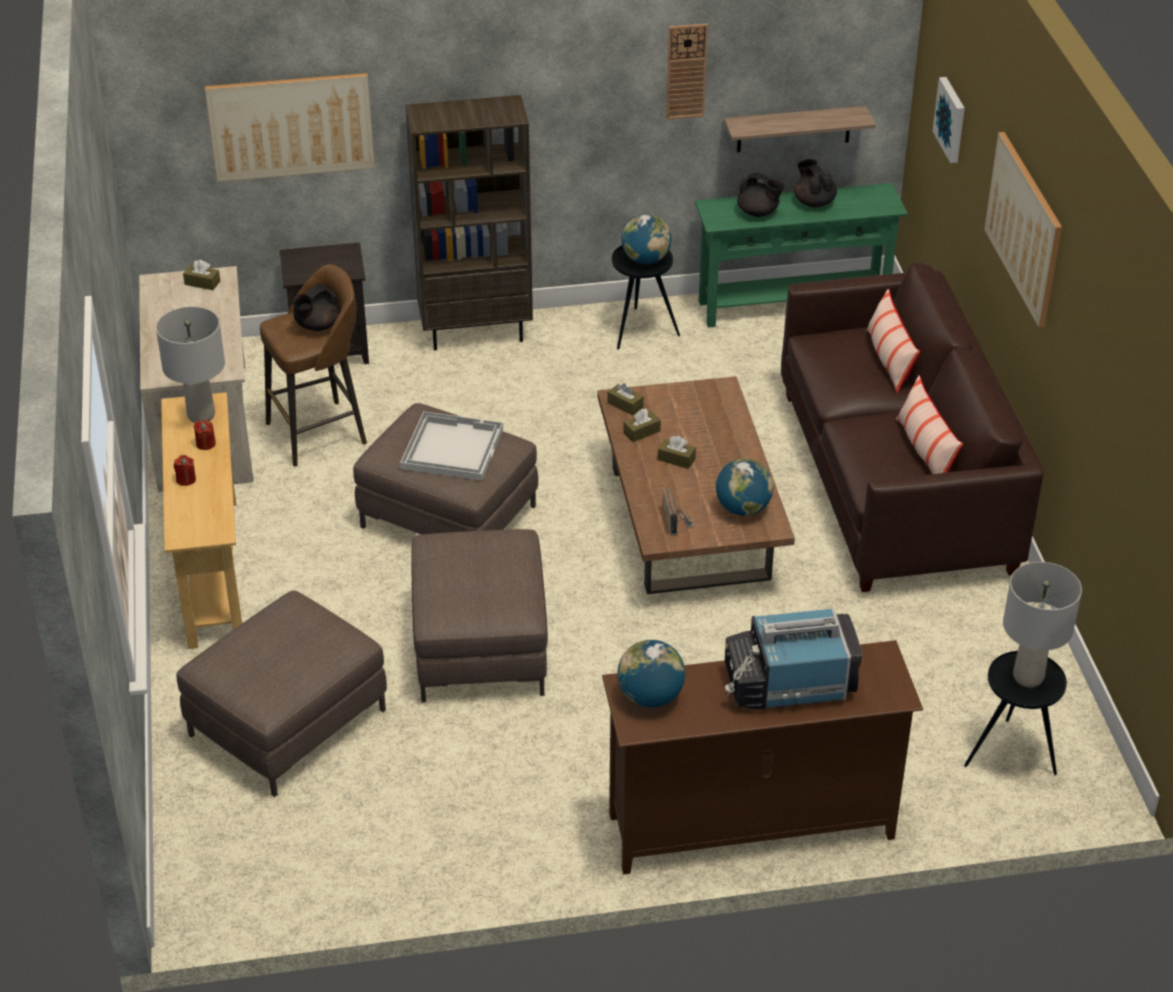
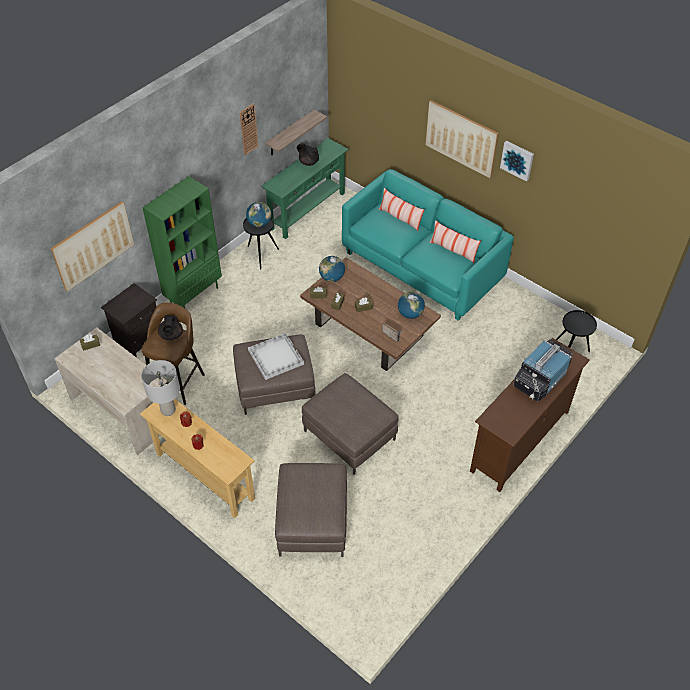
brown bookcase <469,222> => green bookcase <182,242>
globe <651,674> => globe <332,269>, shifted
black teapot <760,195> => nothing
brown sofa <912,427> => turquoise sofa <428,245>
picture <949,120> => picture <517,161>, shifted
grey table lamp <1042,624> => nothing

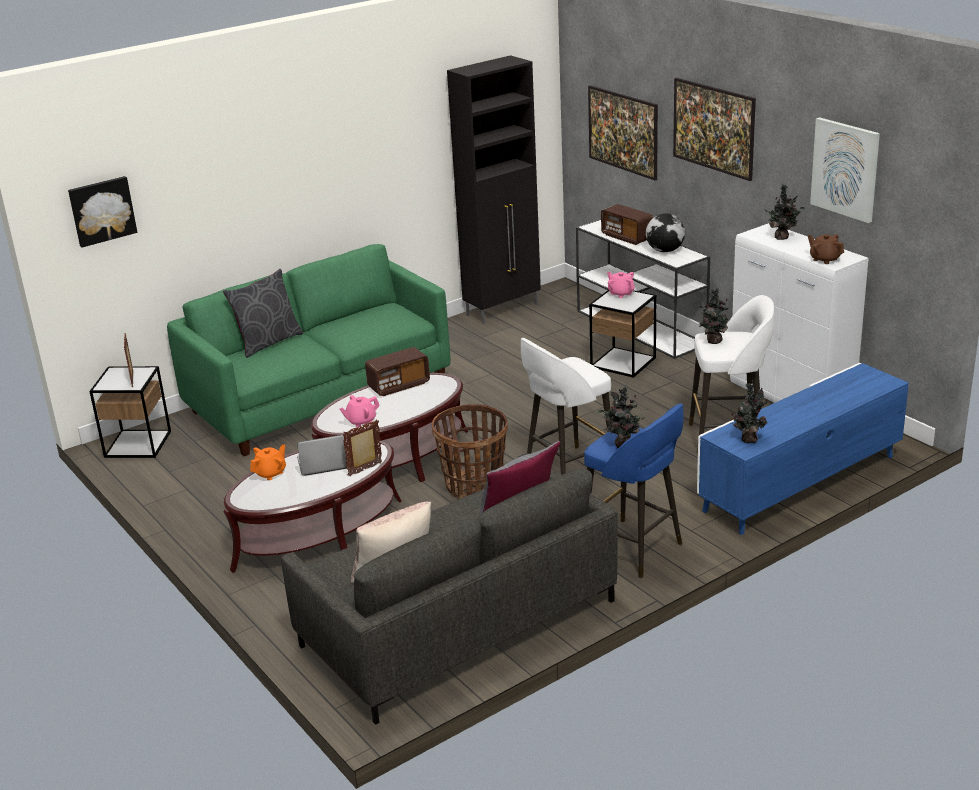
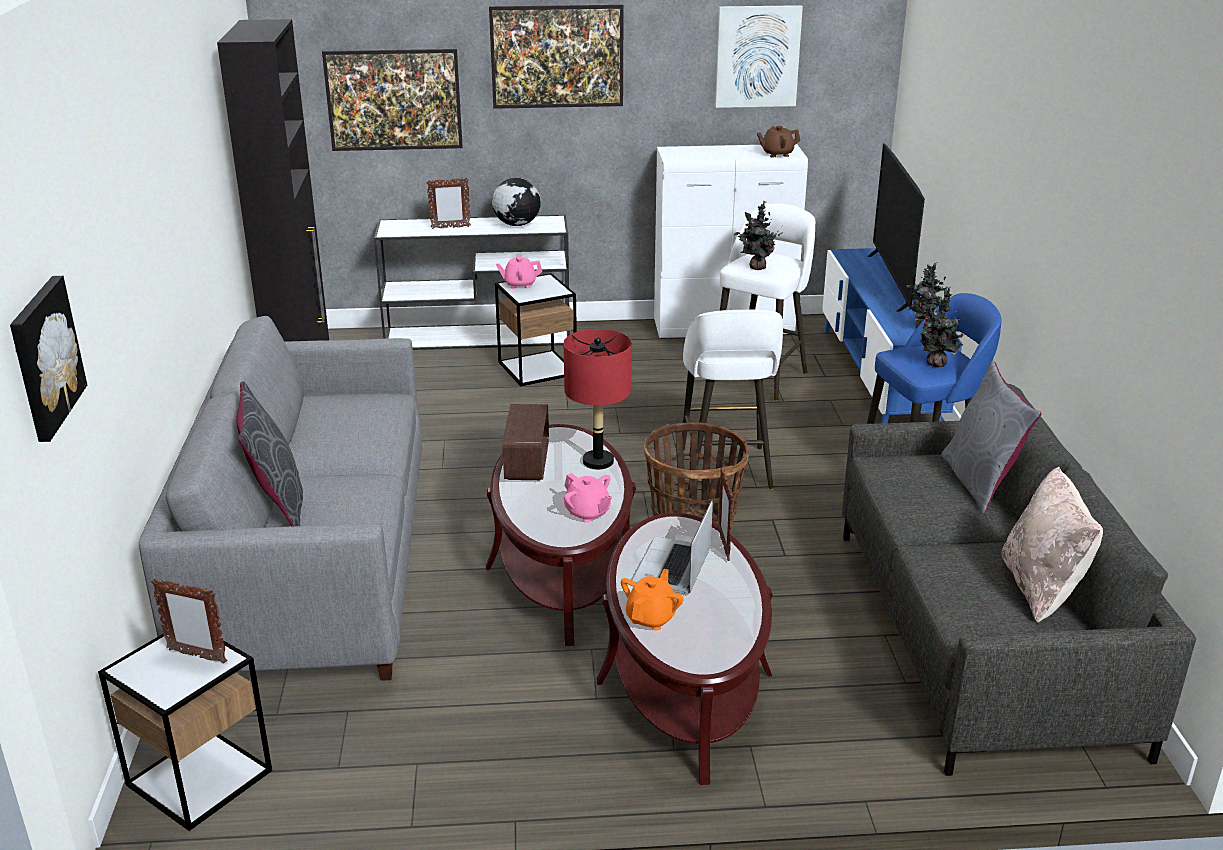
green sofa <308,350> => grey sofa <280,498>
orange teapot <268,462> => orange teapot <652,600>, 45 degrees clockwise
pink teapot <360,411> => pink teapot <588,498>, 45 degrees counterclockwise
radio <627,224> => picture frame <448,203>
potted plant <784,212> => nothing
nothing => red table lamp <598,399>
nothing => television <896,227>

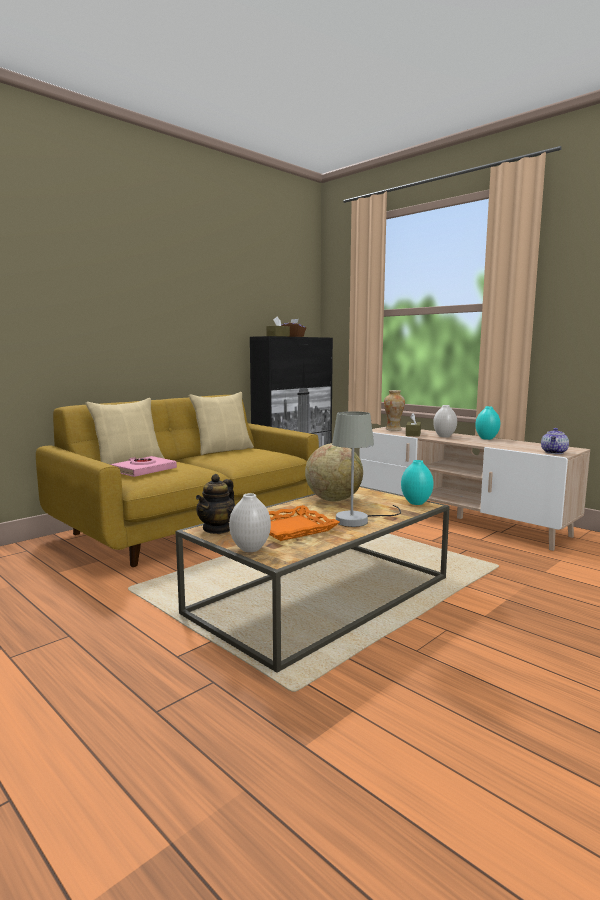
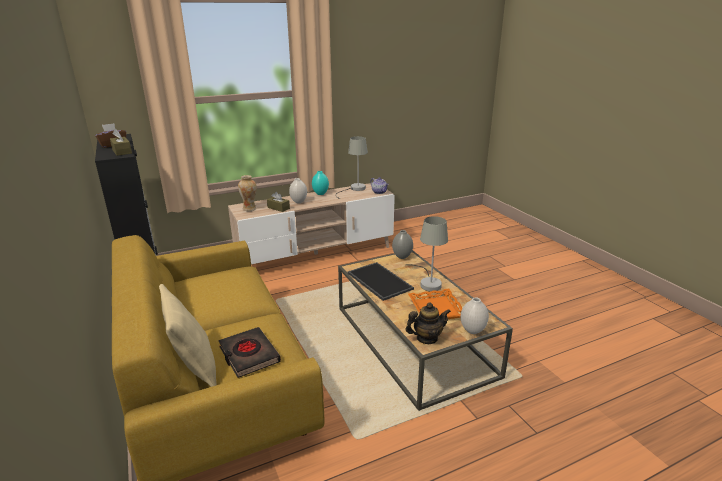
pink book <143,466> => black book <249,352>
beige pillow <221,423> => nothing
teapot <215,504> => teapot <428,323>, 60 degrees counterclockwise
globe <334,472> => tray <380,281>
turquoise vase <417,482> => grey vase <402,244>
nothing => grey table lamp <352,167>

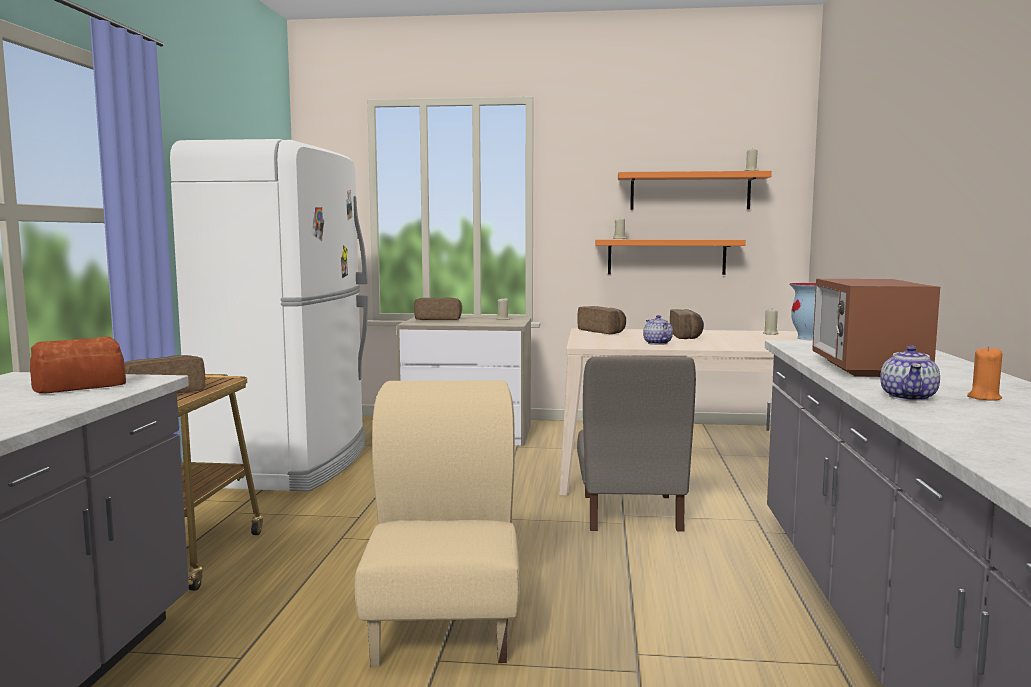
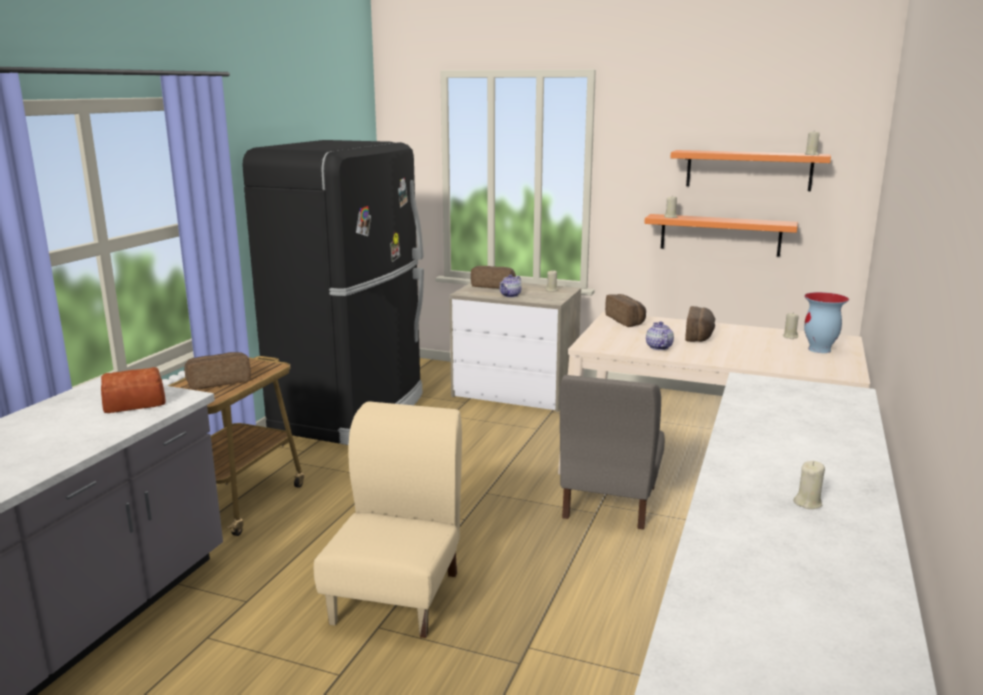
white fridge <269,315> => black fridge <333,292>
microwave <876,328> => nothing
teapot <910,373> => teapot <511,285>, shifted
orange candle <984,373> => beige candle <809,485>

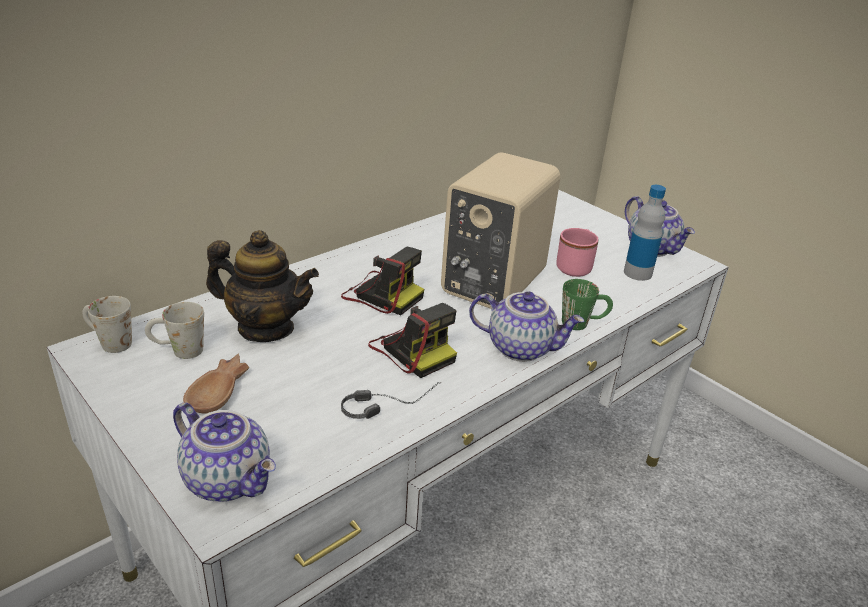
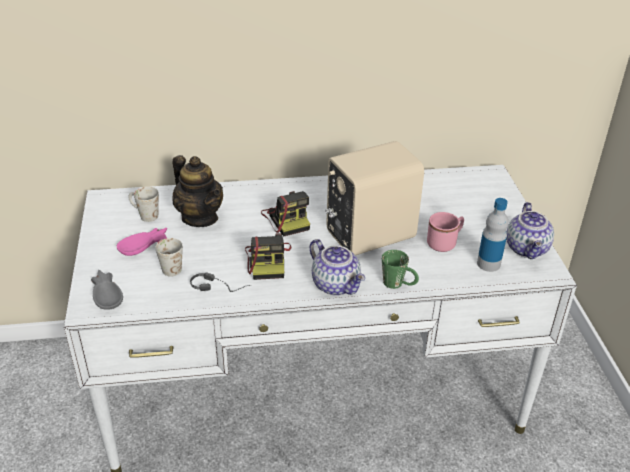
white mug <107,324> => white mug <169,257>, shifted
teapot <224,452> => grey bowl <107,290>
brown bowl <216,384> => pink bowl <142,242>

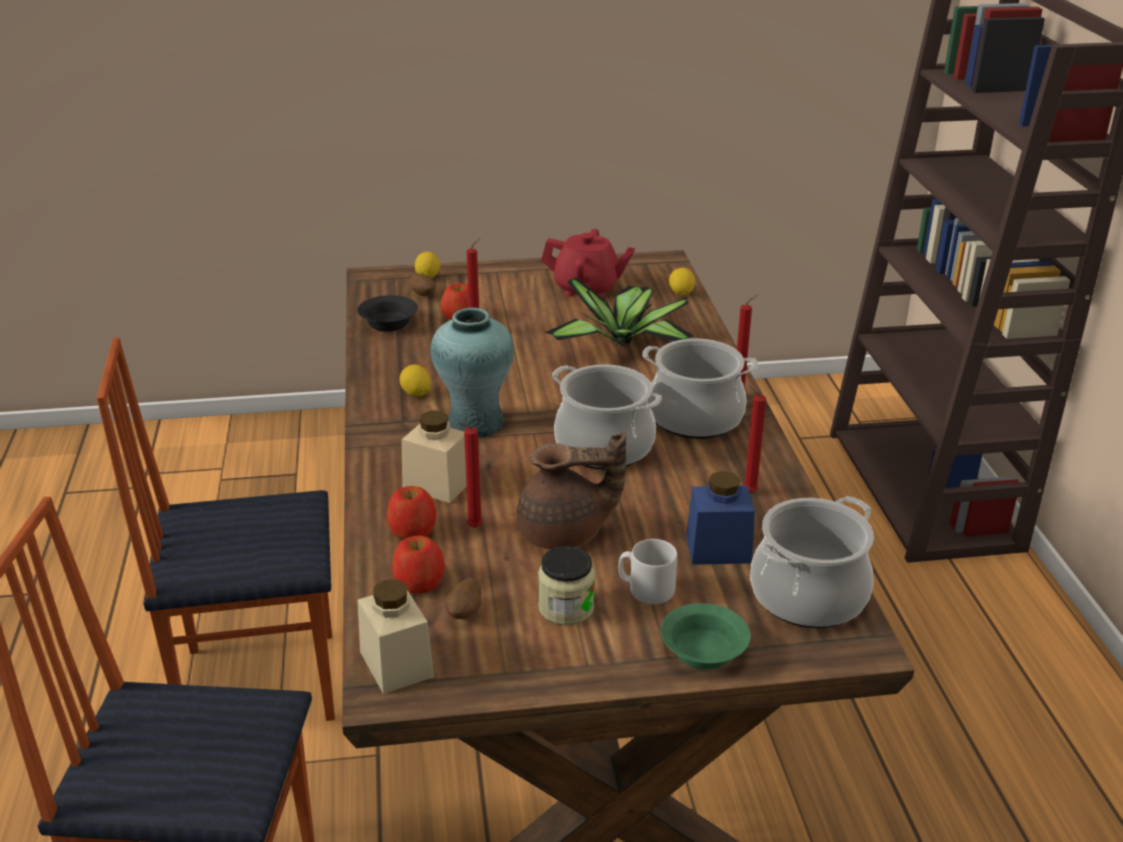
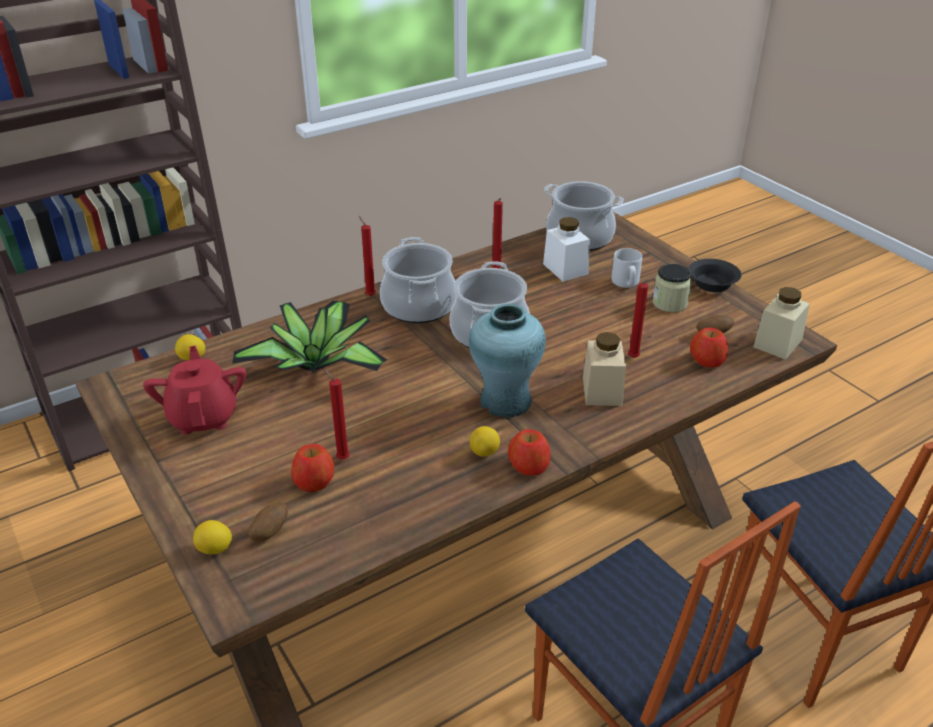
black bowl <387,313> => black bowl <714,275>, shifted
apple <412,513> => apple <529,452>, shifted
brown teapot <571,490> => nothing
green bowl <706,636> => nothing
blue jar <720,518> => white jar <566,249>

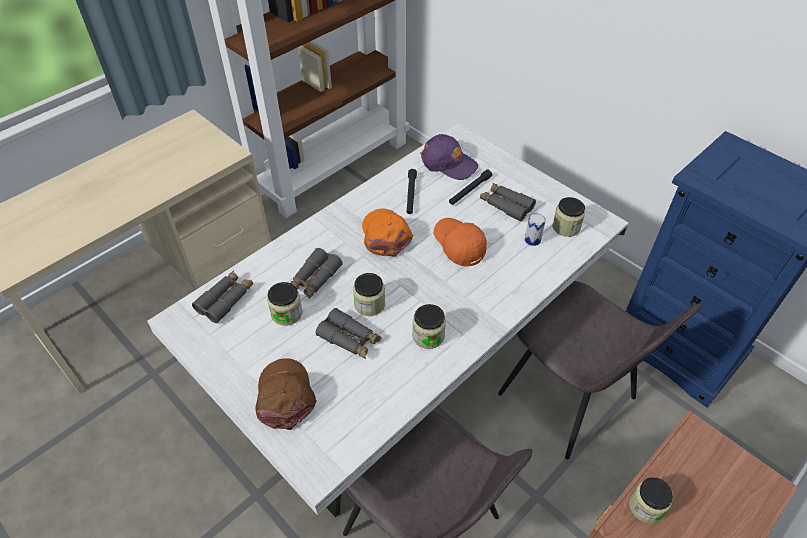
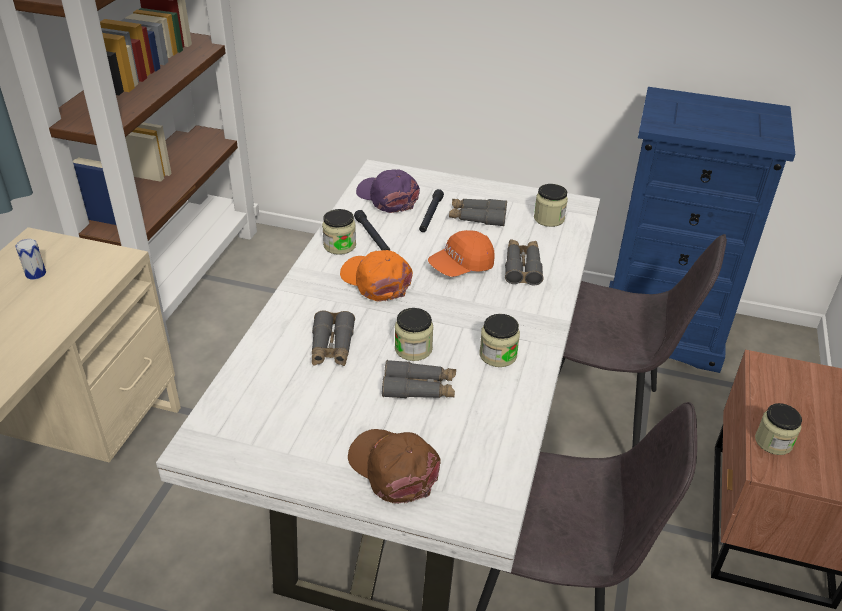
grey binoculars <222,296> => grey binoculars <524,262>, shifted
jar <285,304> => jar <339,232>, shifted
purple cap <449,157> => purple cap <388,191>, 135 degrees counterclockwise
orange cap <460,242> => orange cap <461,253>, 60 degrees counterclockwise
can <535,229> => can <30,259>, shifted

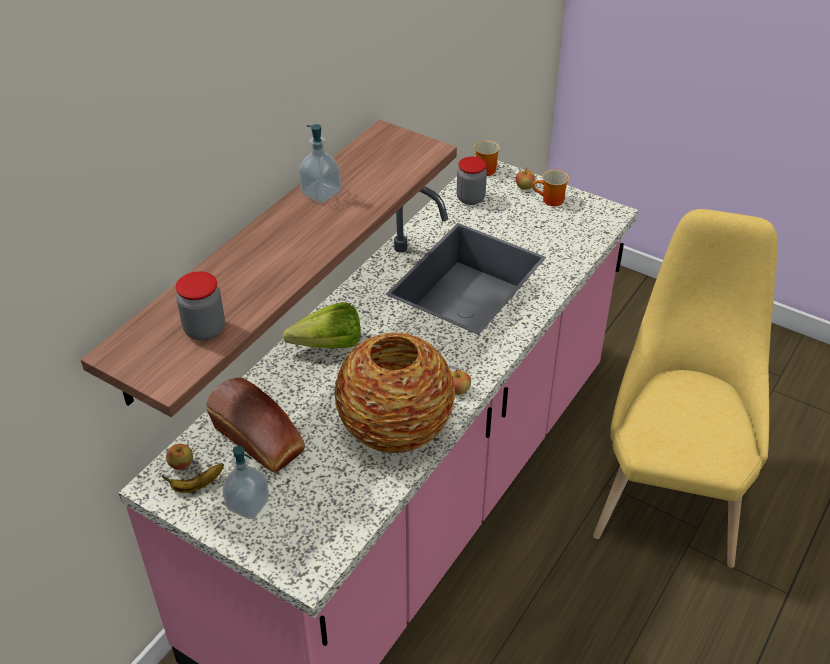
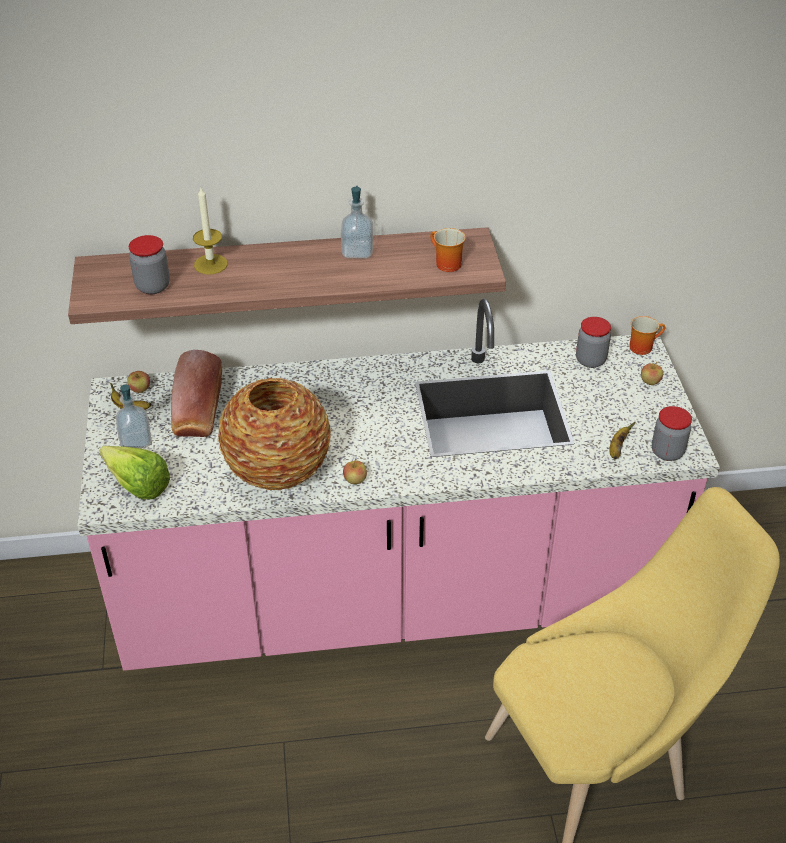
lettuce <322,325> => lettuce <134,472>, shifted
mug <550,188> => mug <448,250>, shifted
nothing => candle <210,231>
nothing => banana <622,440>
nothing => jar <672,433>

